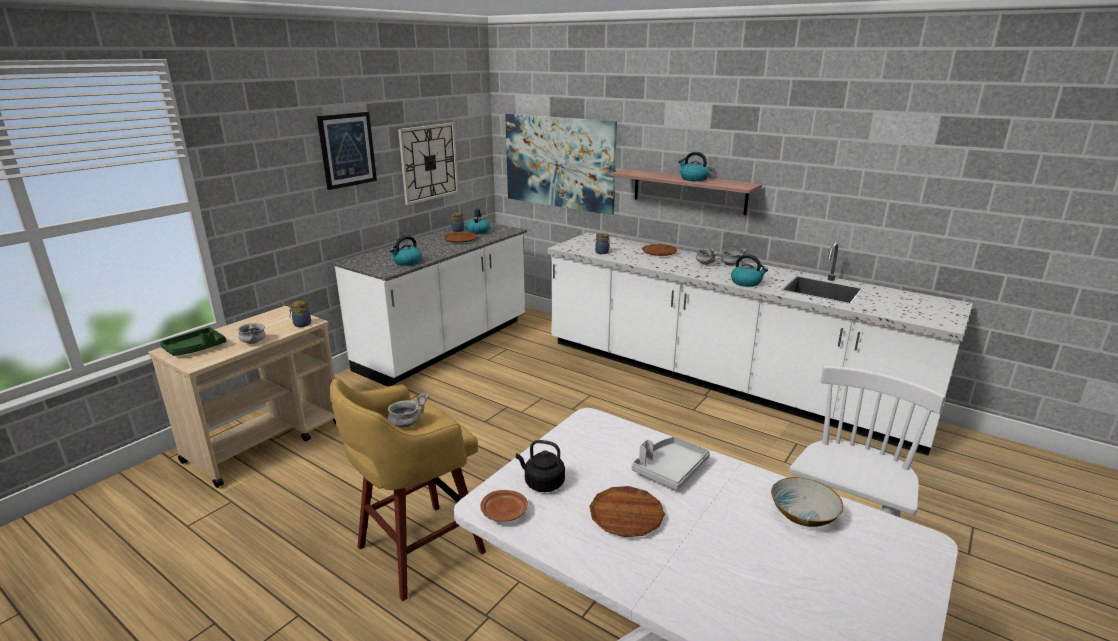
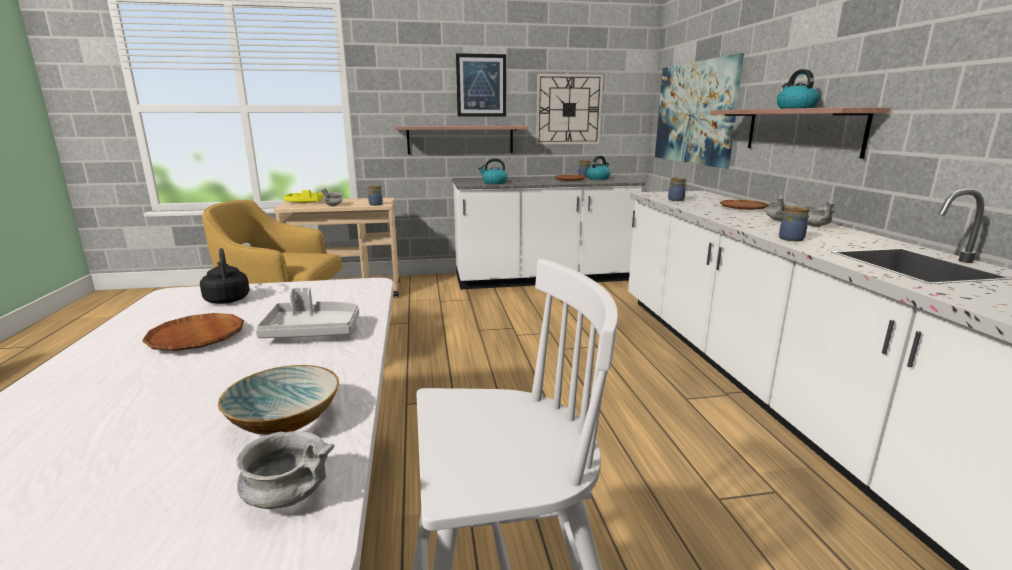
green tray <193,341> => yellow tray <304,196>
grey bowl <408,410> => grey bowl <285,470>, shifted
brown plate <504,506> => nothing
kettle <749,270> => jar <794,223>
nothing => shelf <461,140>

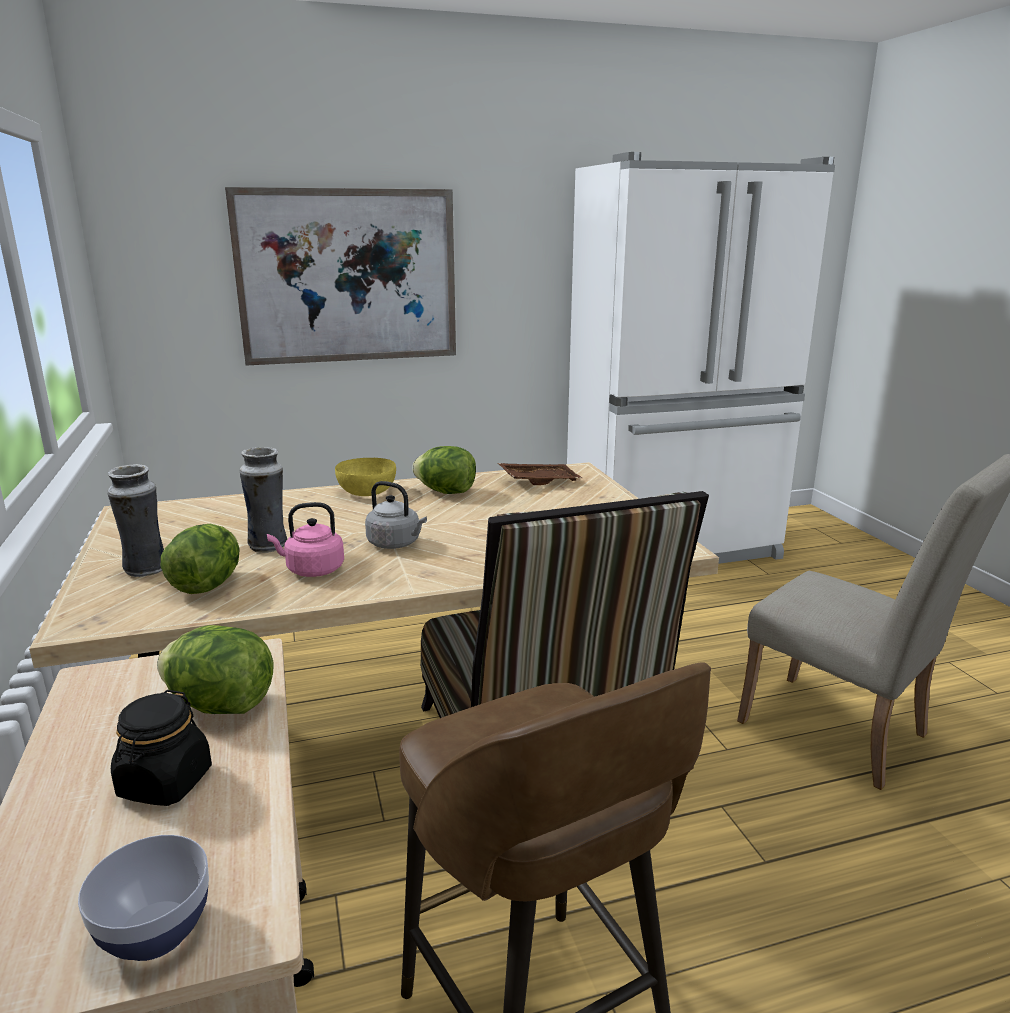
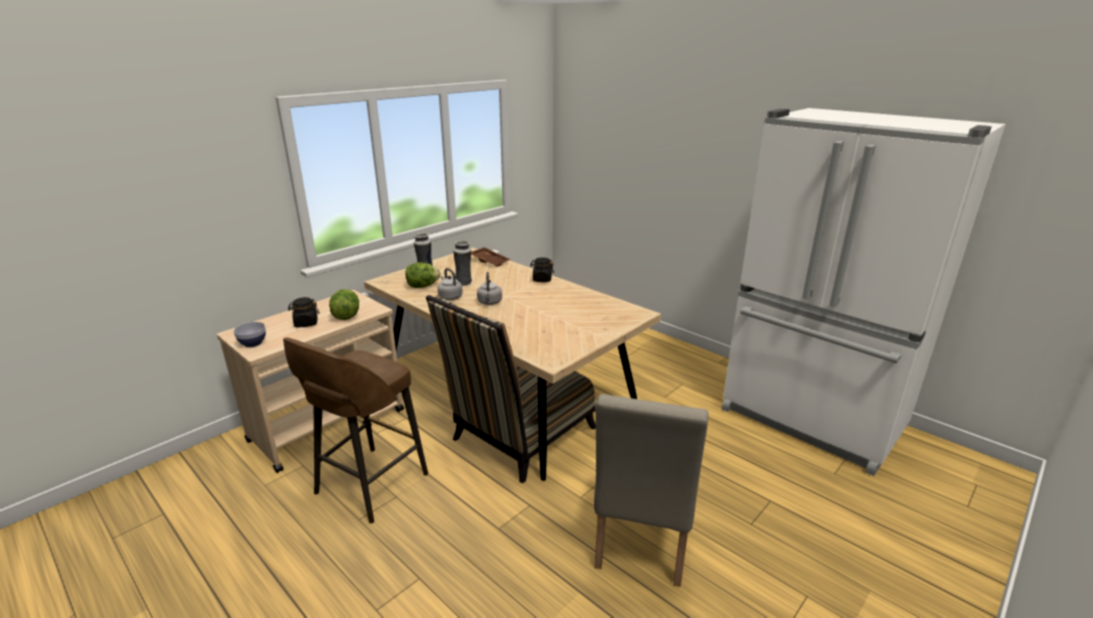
picture <340,276> => nothing
pink kettle <305,539> => grey kettle <450,284>
yellow bowl <365,477> => black jar <542,269>
lettuce <444,470> => nothing
brown tray <540,474> => brown tray <490,257>, shifted

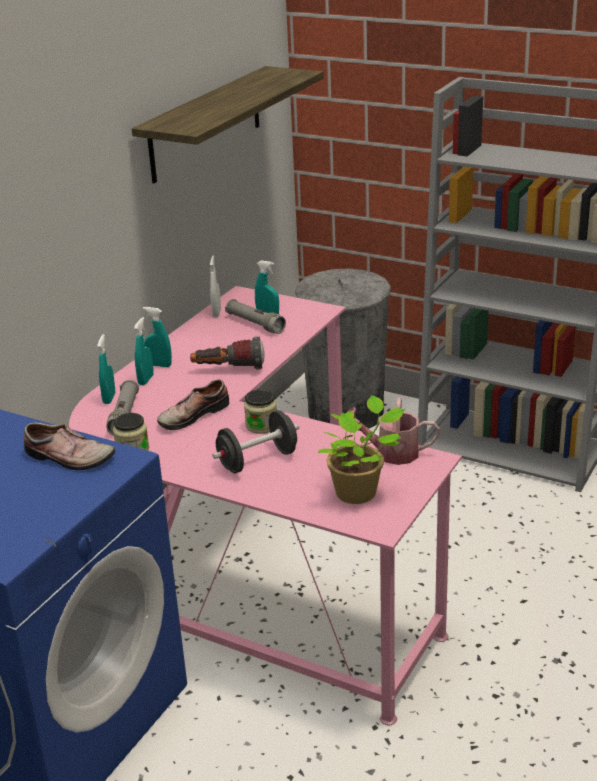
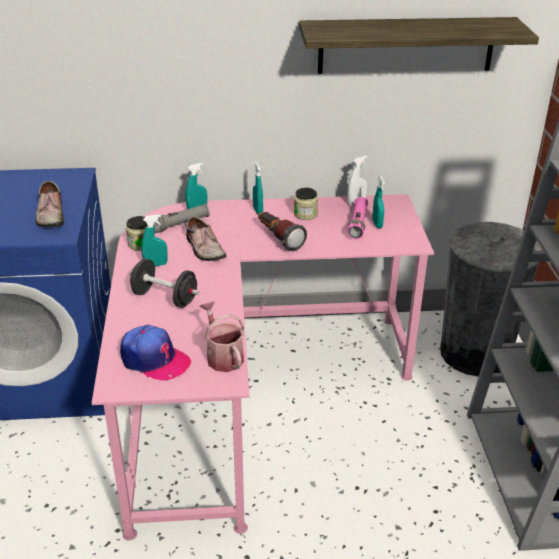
turquoise spray bottle <144,351> => turquoise spray bottle <154,240>, shifted
shoe <193,404> => shoe <206,238>, 135 degrees counterclockwise
grey flashlight <255,316> => pink flashlight <357,218>
jar <260,411> => jar <306,204>, shifted
potted plant <361,449> => cap <155,352>

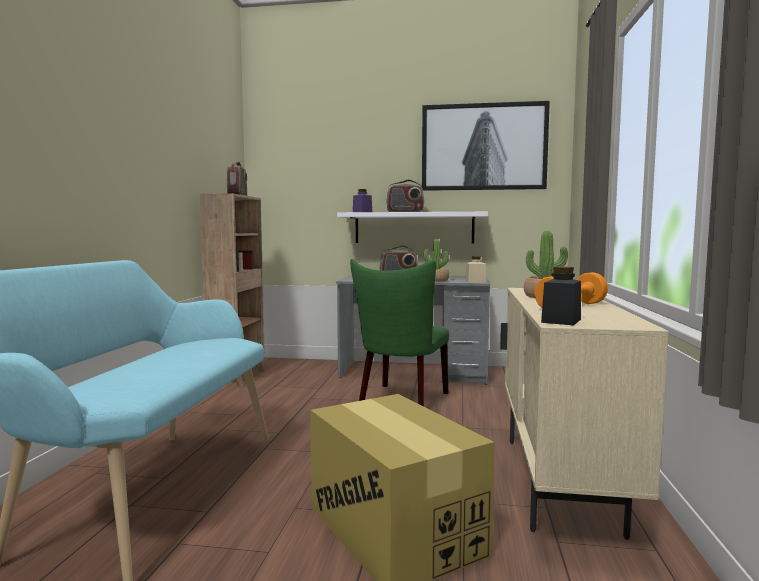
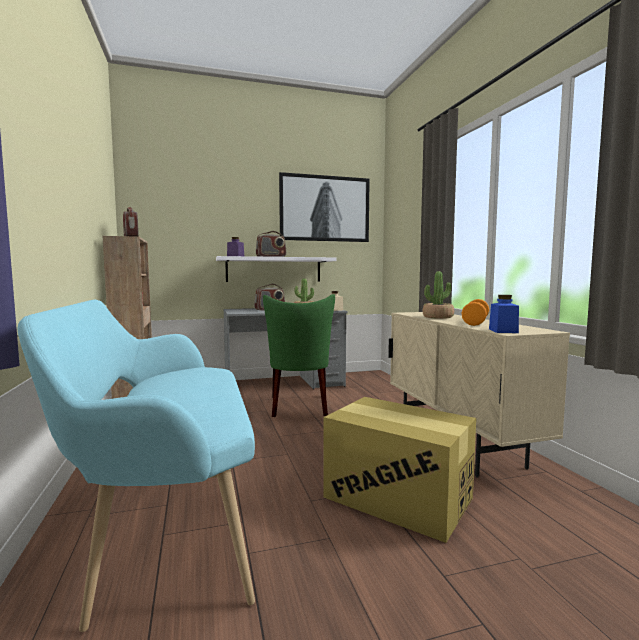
black jar <561,295> => blue jar <504,314>

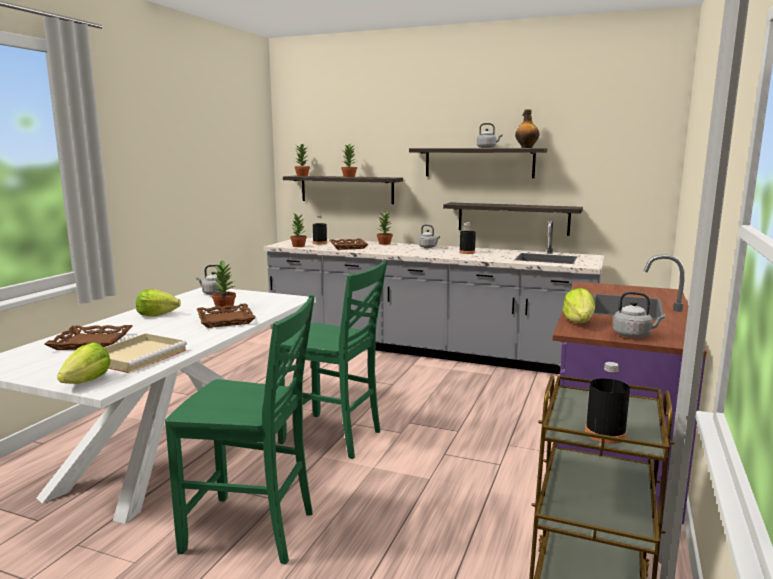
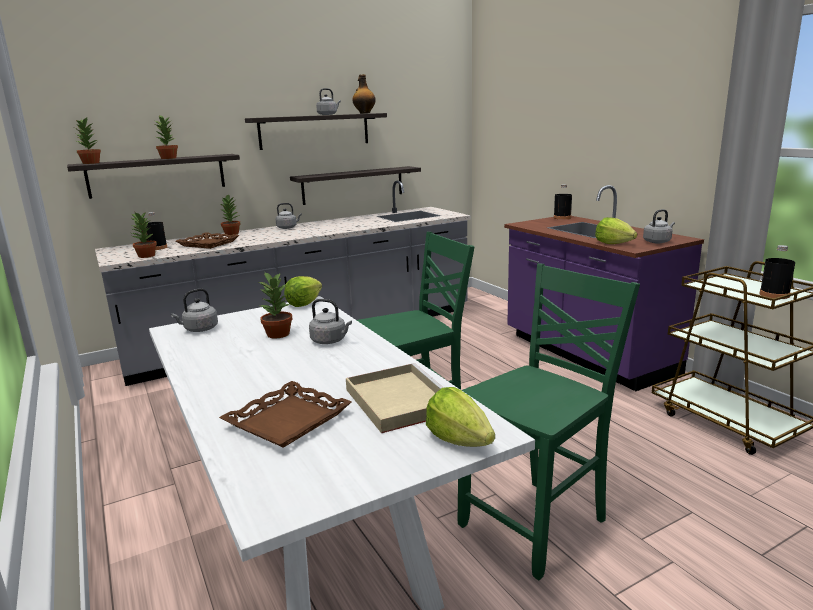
lettuce <158,303> => lettuce <303,291>, shifted
brown tray <226,315> => grey kettle <330,321>
black bottle <467,238> => black bottle <563,202>, shifted

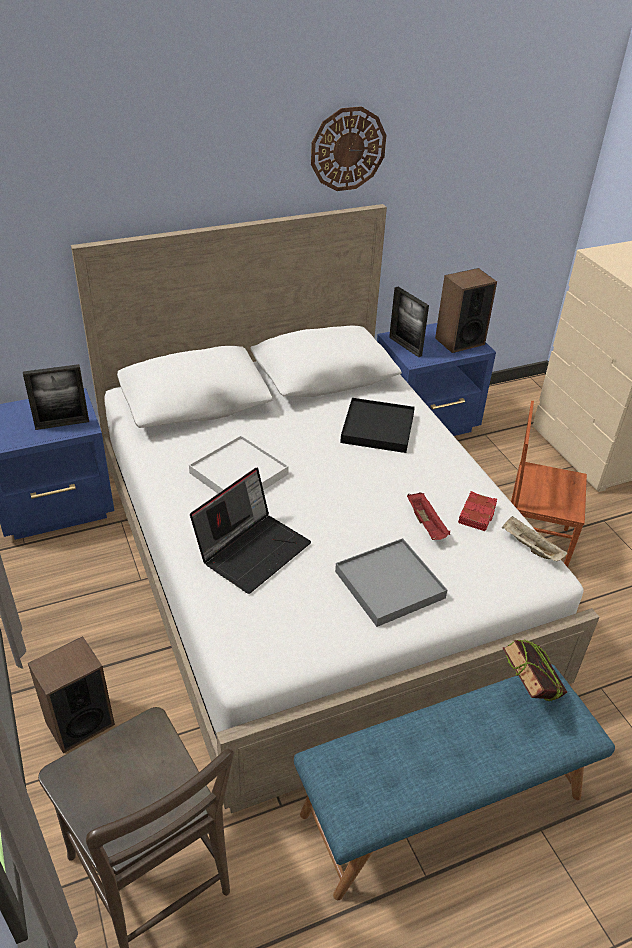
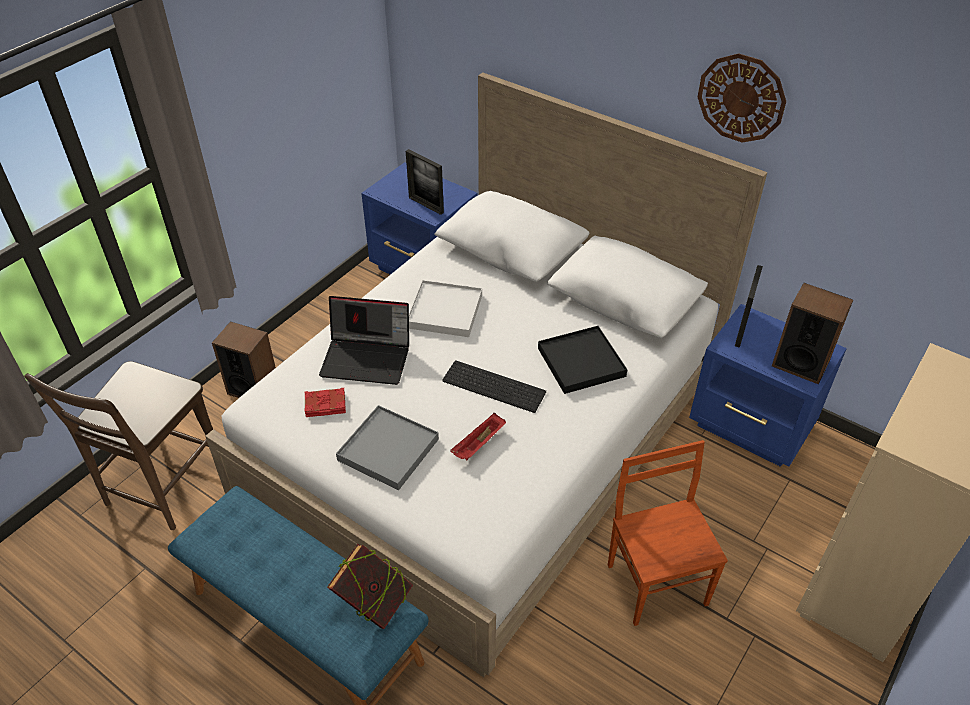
red book <477,511> => red book <325,402>, shifted
beige tray <535,538> => nothing
nothing => keyboard <494,386>

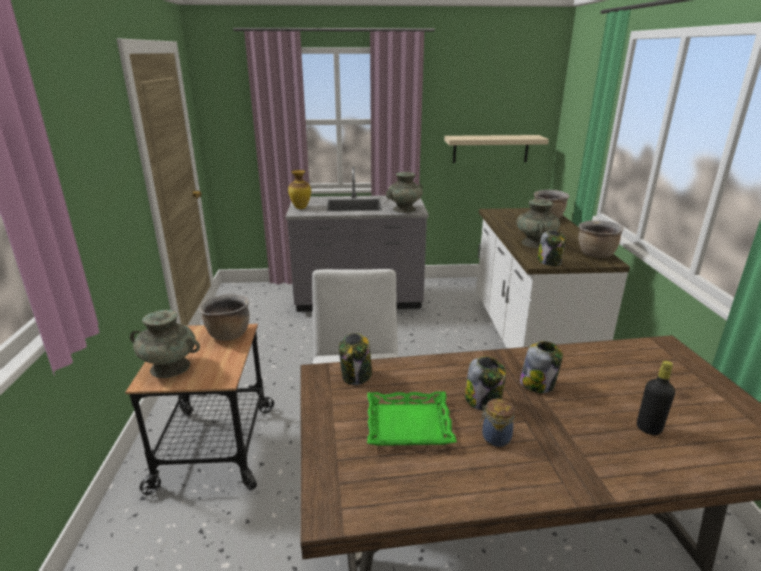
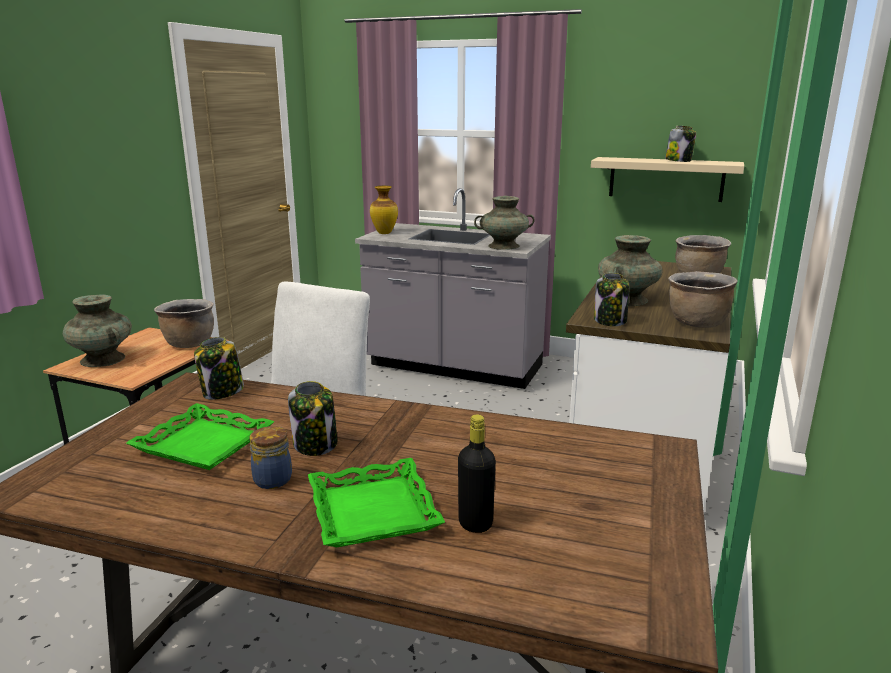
jar <541,367> => jar <680,144>, shifted
nothing => green tray <376,502>

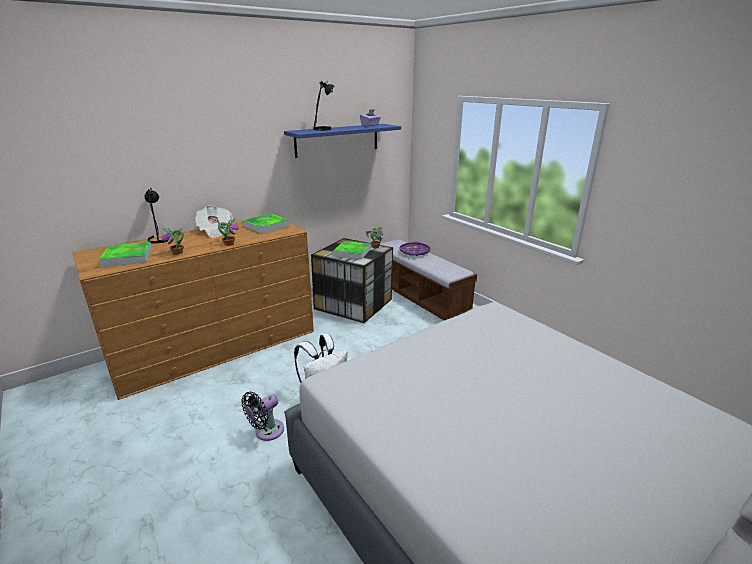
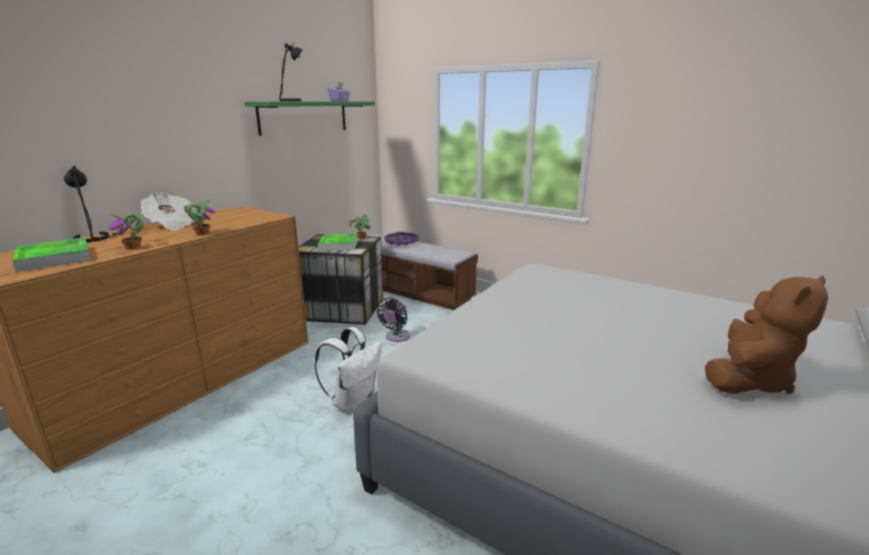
black fan <262,416> => black fan <393,320>, shifted
tray <266,223> => nothing
blue shelf <342,141> => green shelf <309,119>
nothing => brown plush toy <766,334>

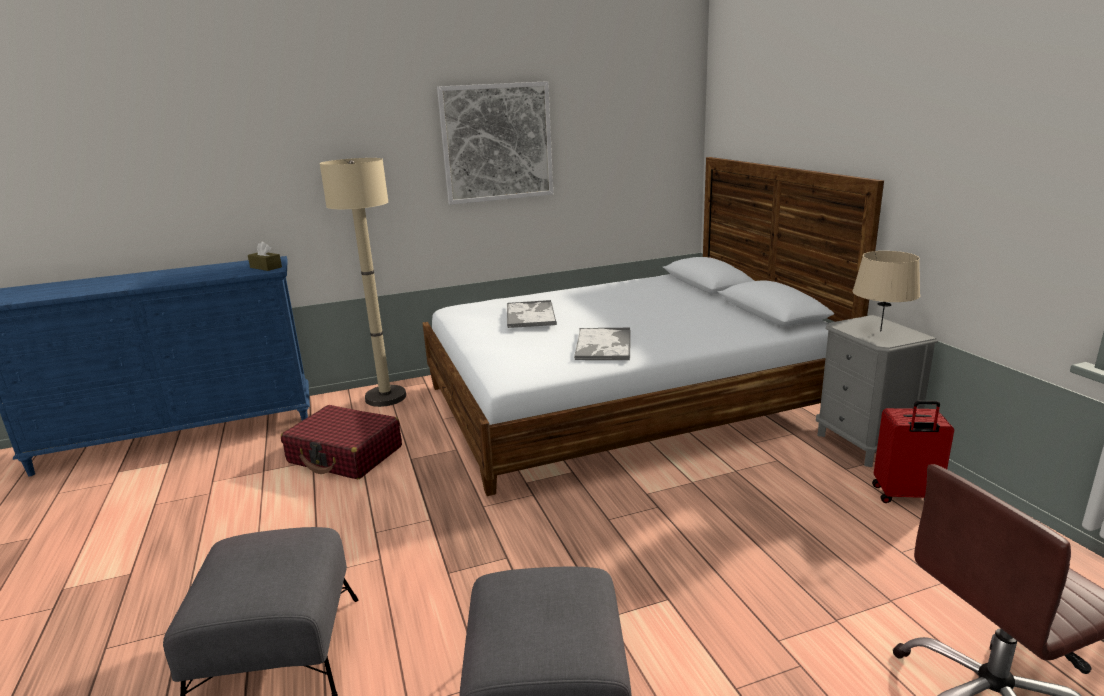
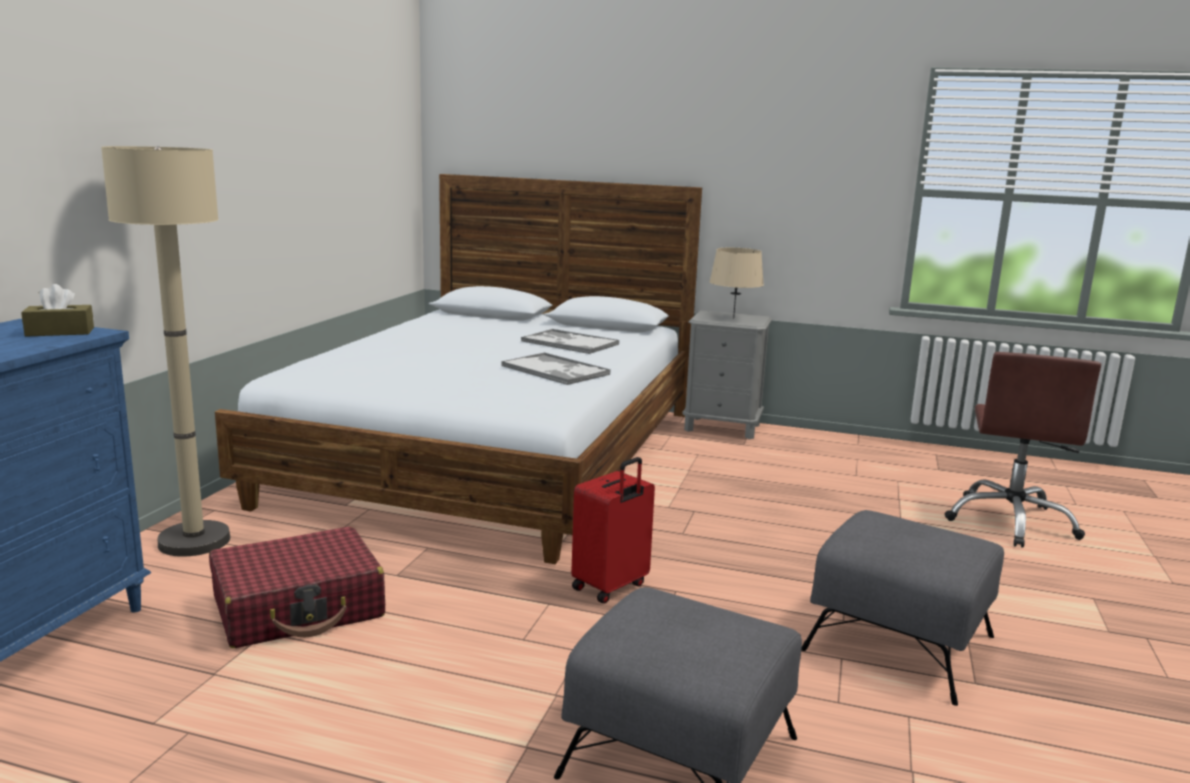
picture <495,143> => nothing
tray <532,314> => tray <570,341>, shifted
red suitcase <913,451> => red suitcase <613,530>, shifted

